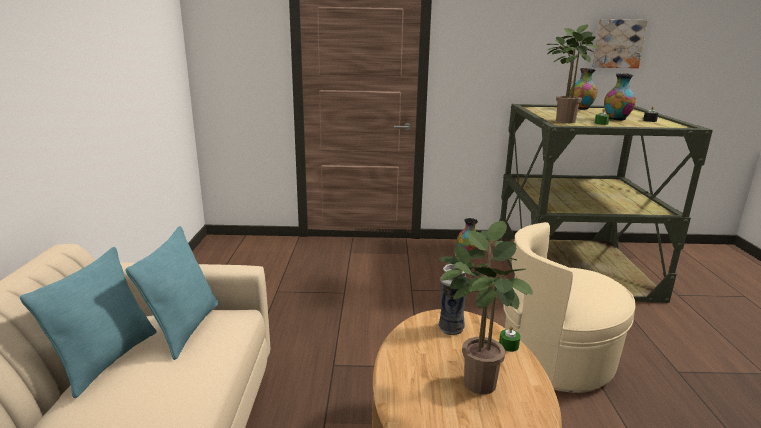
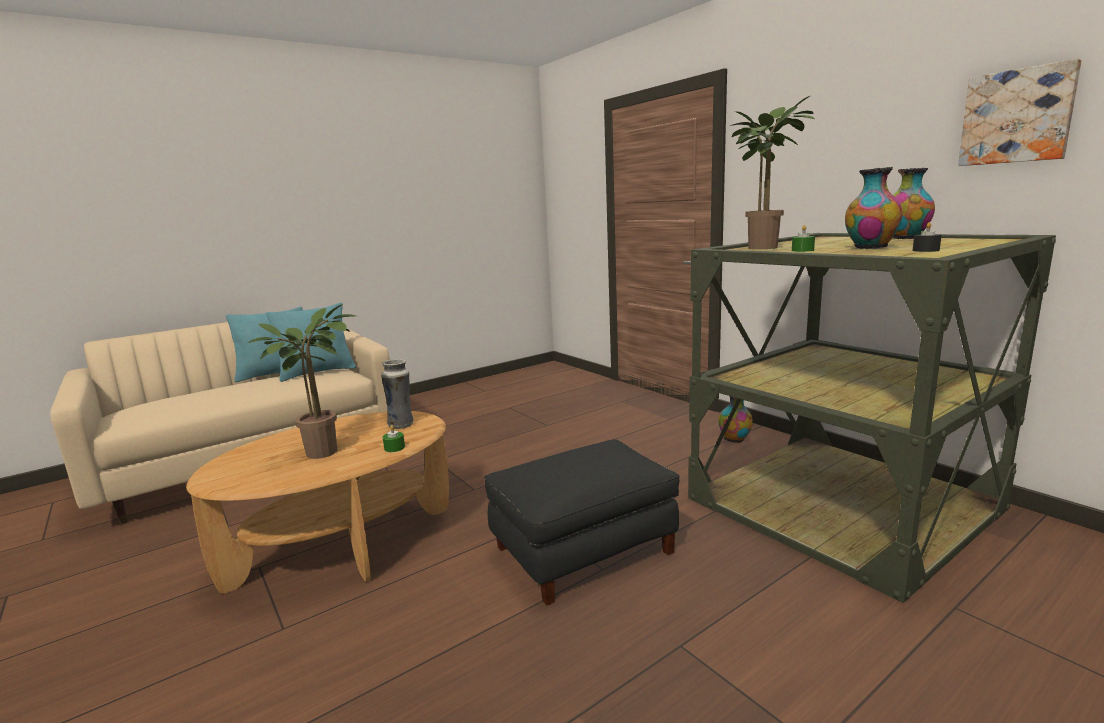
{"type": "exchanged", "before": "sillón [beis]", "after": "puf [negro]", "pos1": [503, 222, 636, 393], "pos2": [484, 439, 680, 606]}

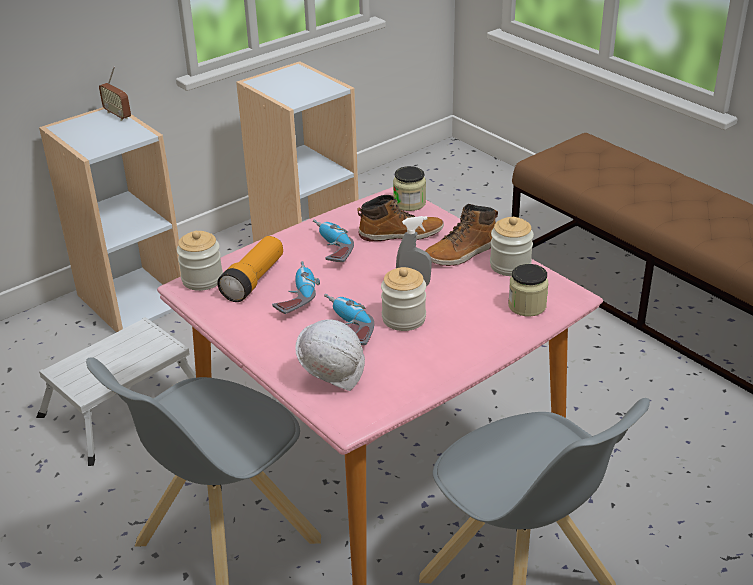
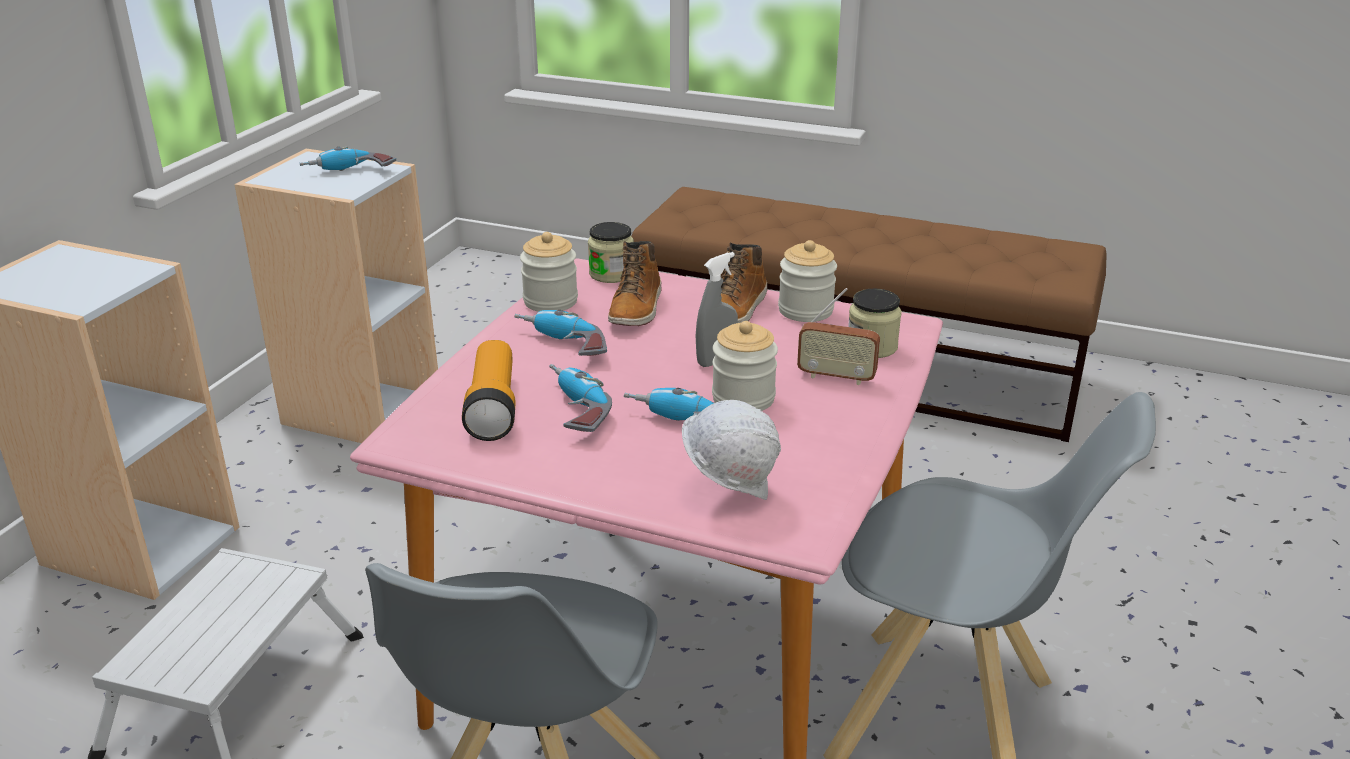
{"type": "appeared", "after": "taladro", "pos2": [300, 147, 396, 171]}
{"type": "relocated", "before": "radio", "pos1": [99, 67, 131, 121], "pos2": [797, 288, 880, 385]}
{"type": "relocated", "before": "tarro", "pos1": [177, 231, 223, 291], "pos2": [520, 232, 578, 312]}
{"type": "spun", "before": "bota", "pos1": [357, 195, 444, 242], "pos2": [608, 241, 662, 326], "turn": 135}

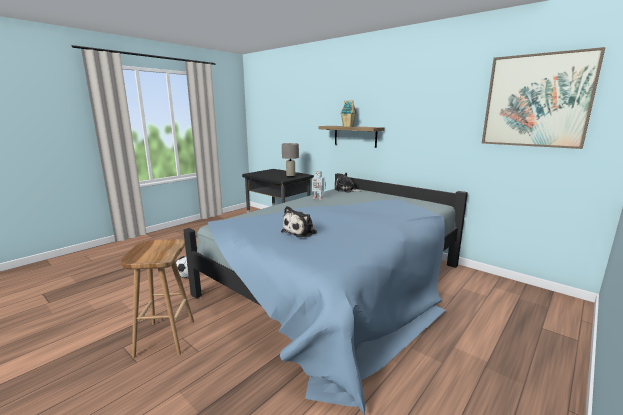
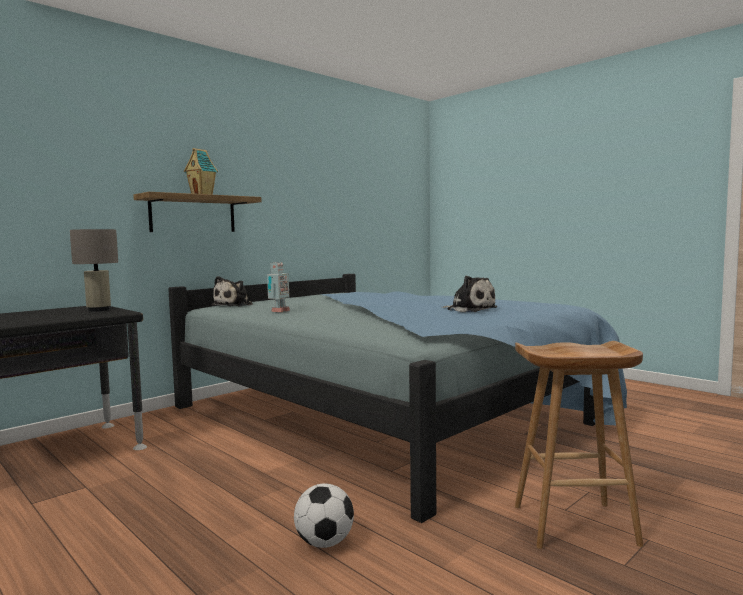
{"type": "missing", "before": "cuadro", "pos1": [482, 47, 605, 149]}

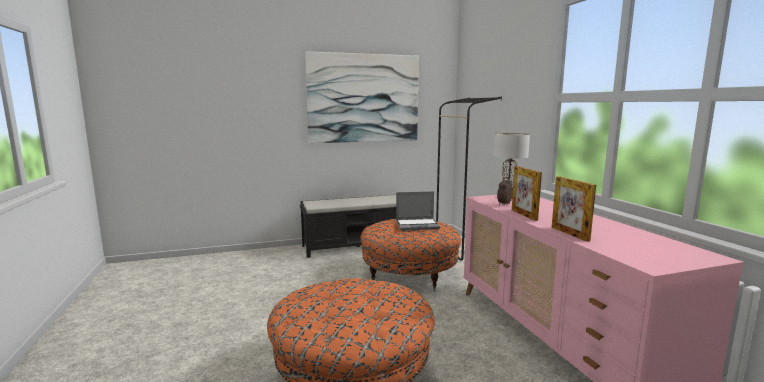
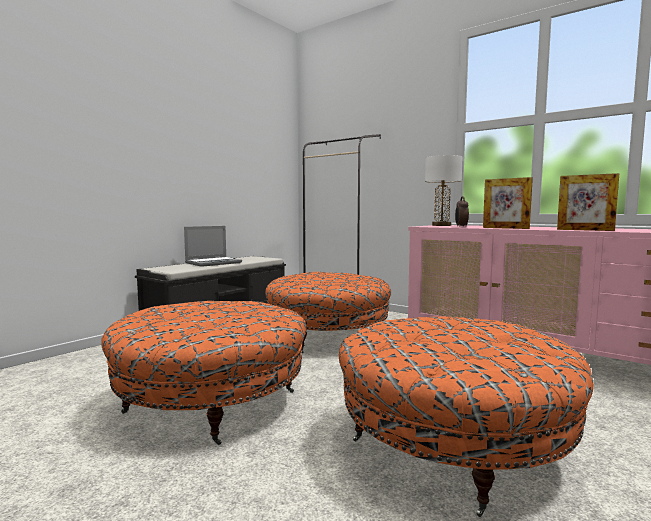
{"type": "missing", "before": "cuadro", "pos1": [305, 51, 419, 143]}
{"type": "appeared", "after": "puf [naranja]", "pos2": [101, 301, 306, 445]}
{"type": "relocated", "before": "portátil", "pos1": [396, 191, 440, 230], "pos2": [184, 226, 242, 267]}

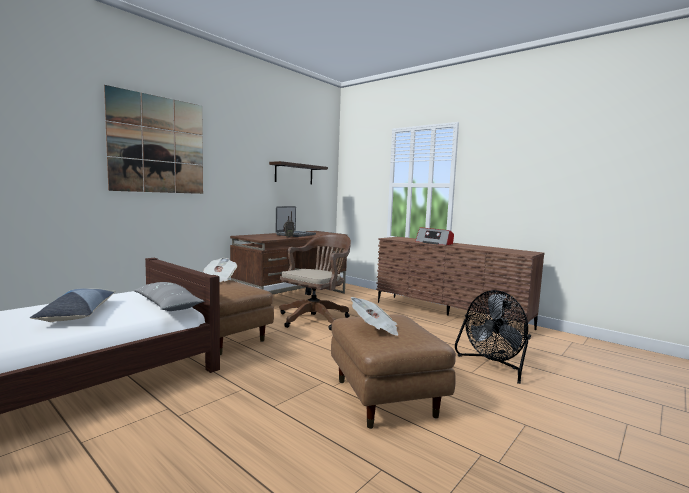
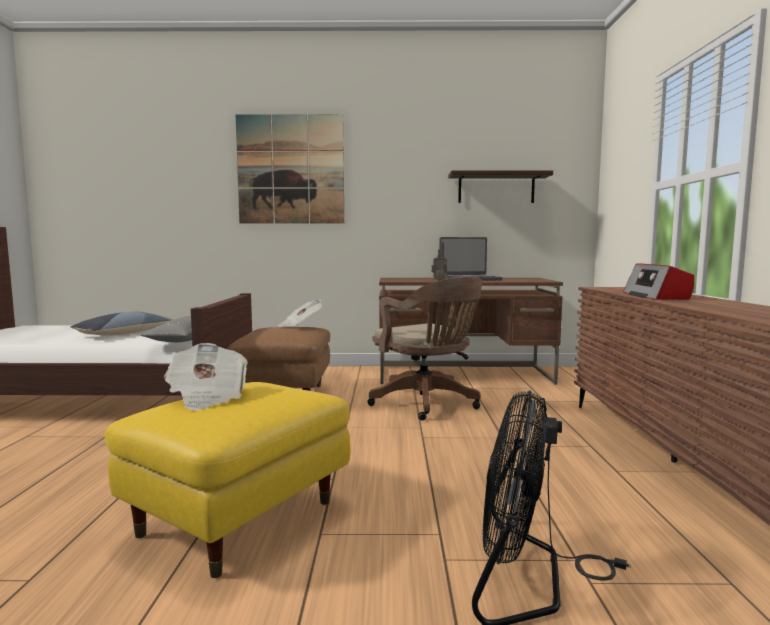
{"type": "colour", "before": "puf [marrón]", "after": "puf [amarillo]", "pos1": [331, 315, 456, 429], "pos2": [105, 382, 350, 578]}
{"type": "spun", "before": "silla de oficina [marrón]", "pos1": [279, 233, 351, 330], "pos2": [367, 276, 482, 420], "turn": 60}

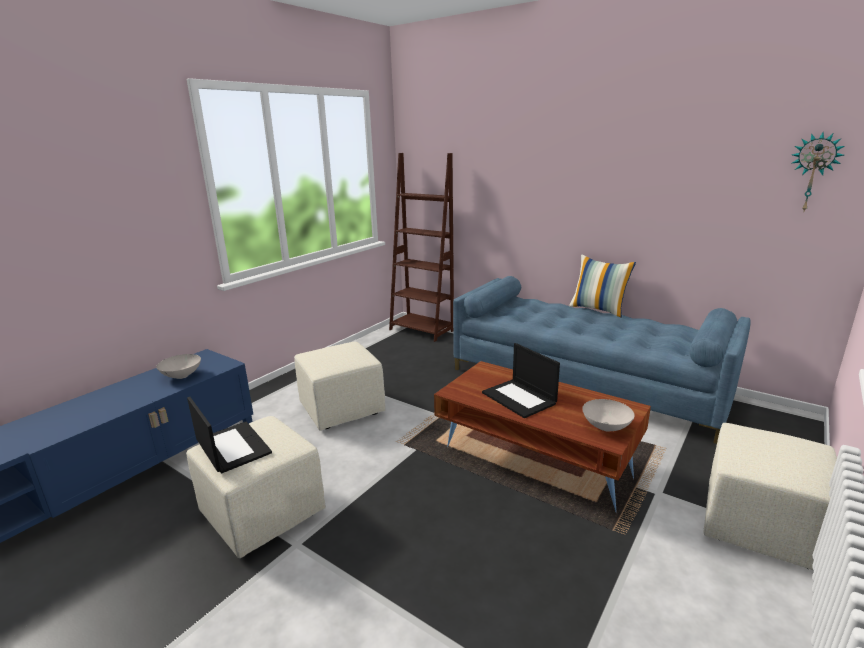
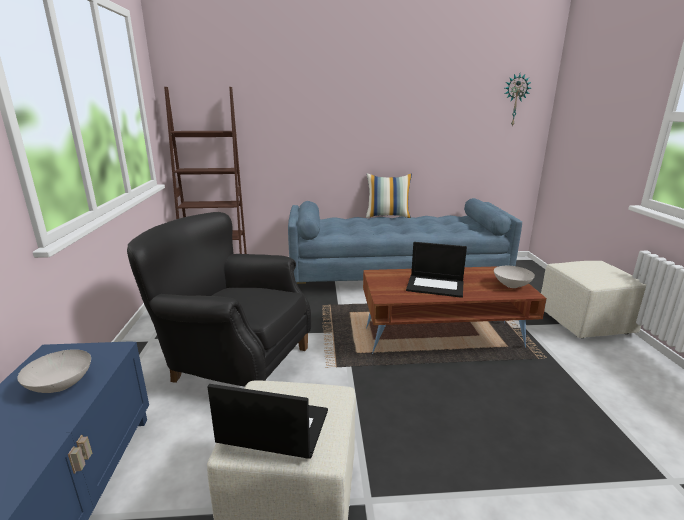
{"type": "exchanged", "before": "puf [beis]", "after": "sillón [negro]", "pos1": [294, 342, 386, 431], "pos2": [127, 212, 311, 387]}

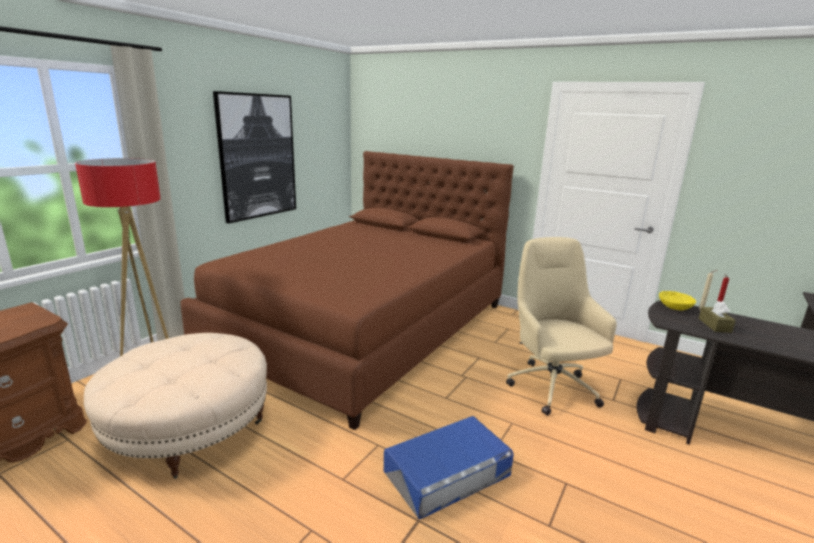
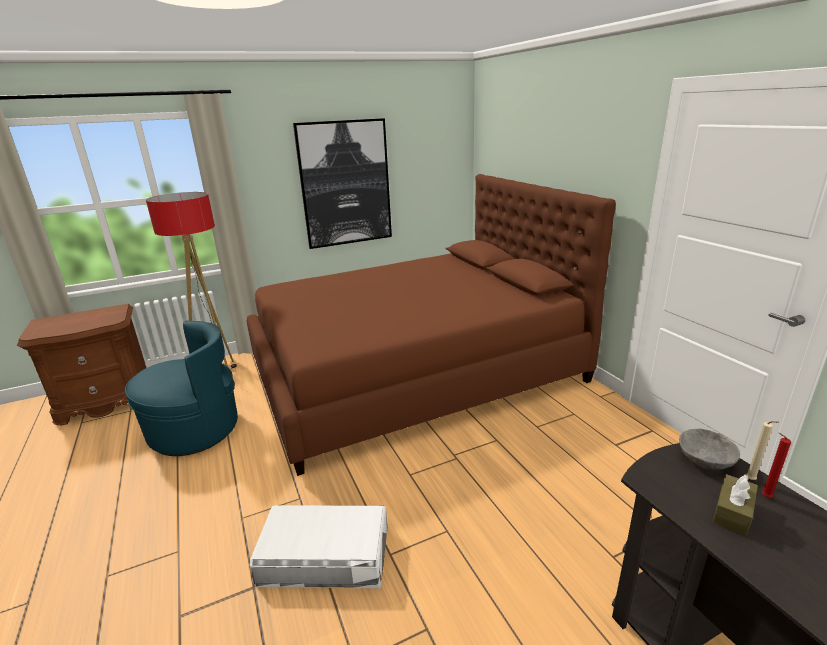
{"type": "missing", "before": "silla de oficina [beis]", "pos1": [506, 237, 617, 415]}
{"type": "exchanged", "before": "puf [beis]", "after": "sillón [turquesa]", "pos1": [84, 333, 267, 479], "pos2": [125, 321, 238, 456]}
{"type": "colour", "before": "caja de almacenaje [azul]", "after": "caja de almacenaje [blanco]", "pos1": [383, 416, 514, 519], "pos2": [250, 506, 388, 588]}
{"type": "colour", "before": "cuenco [amarillo]", "after": "cuenco [gris]", "pos1": [659, 291, 696, 311], "pos2": [679, 429, 740, 469]}

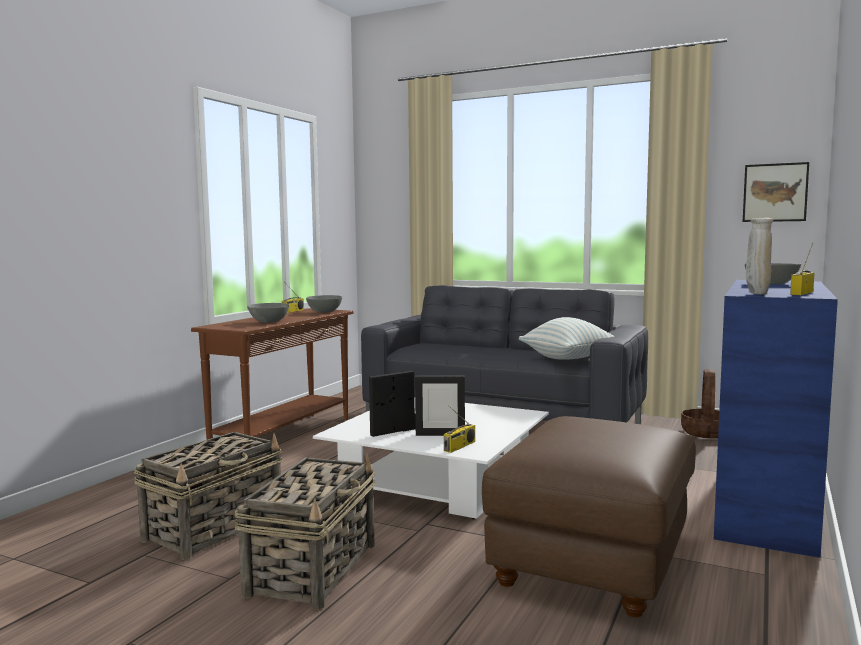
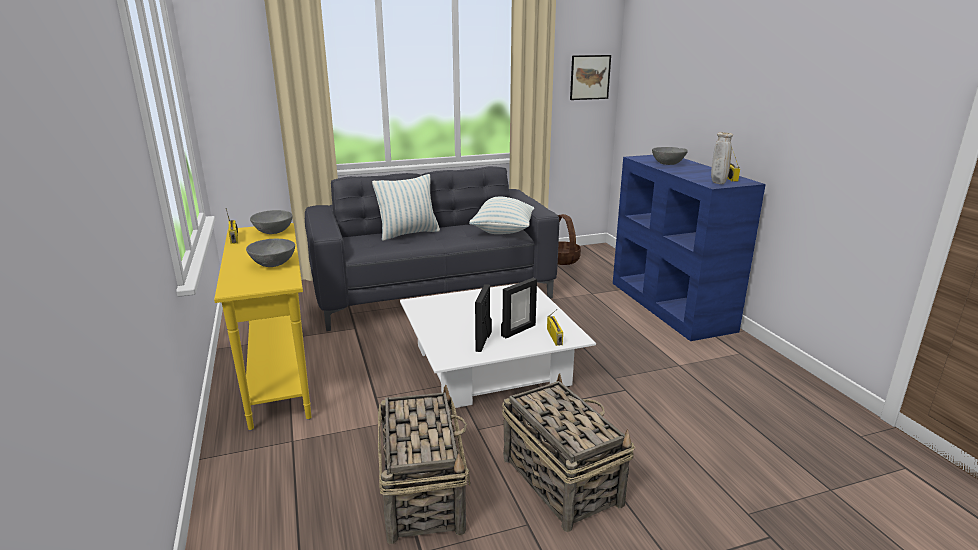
{"type": "missing", "before": "puf [marrón]", "pos1": [482, 416, 696, 617]}
{"type": "appeared", "after": "cojín", "pos2": [372, 174, 440, 241]}
{"type": "colour", "before": "mesa consola [marrón]", "after": "mesa consola [amarillo]", "pos1": [191, 308, 353, 440], "pos2": [214, 223, 311, 431]}

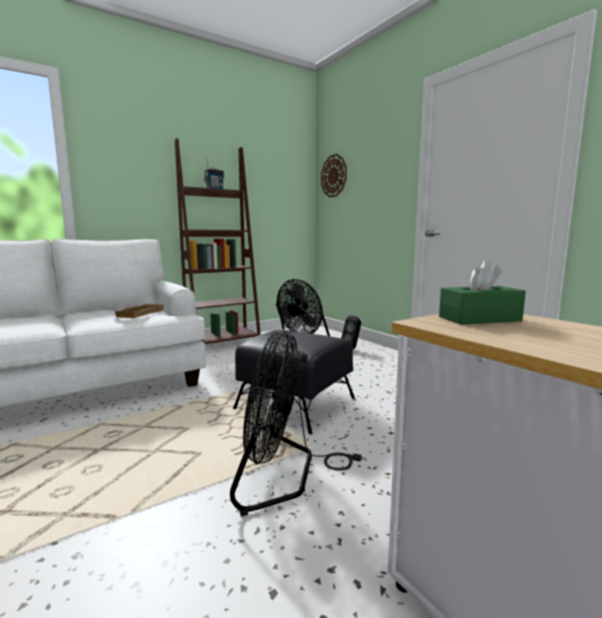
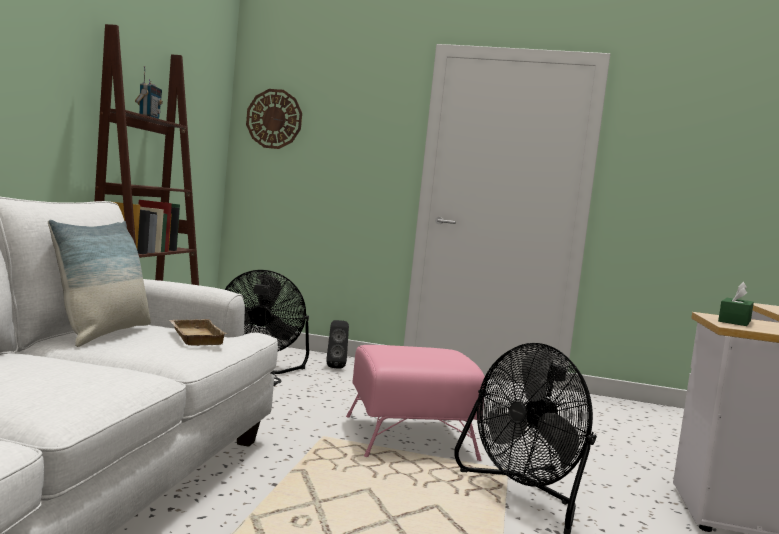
{"type": "appeared", "after": "cojín", "pos2": [48, 220, 151, 347]}
{"type": "colour", "before": "puf [negro]", "after": "puf [rosa]", "pos1": [233, 330, 355, 434], "pos2": [346, 345, 485, 461]}

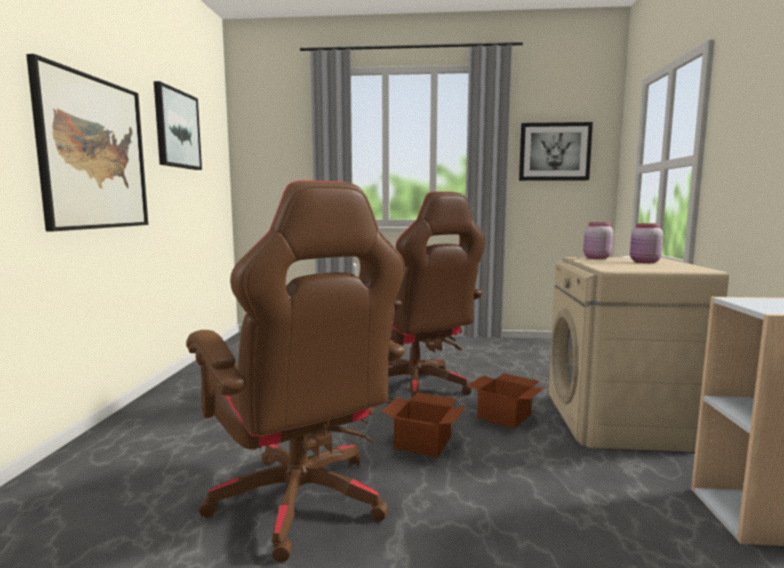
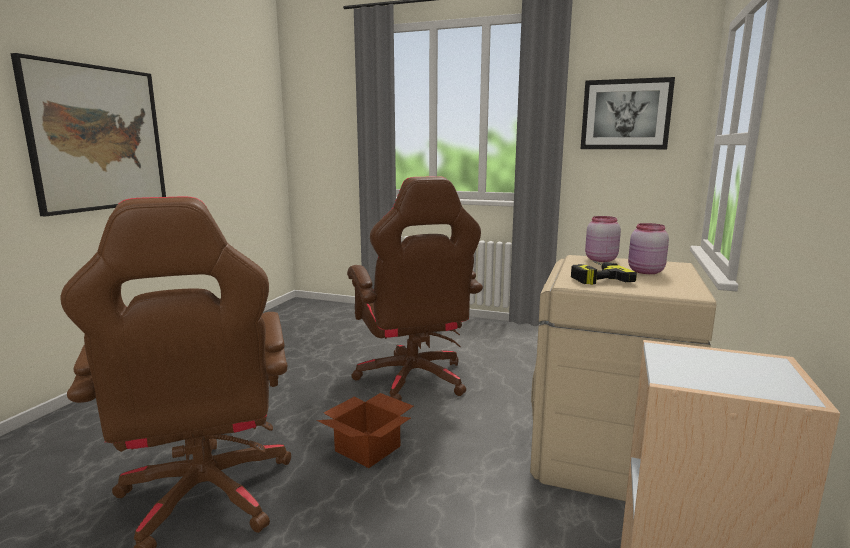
{"type": "missing", "before": "cuadro", "pos1": [154, 81, 202, 170]}
{"type": "missing", "before": "caja de cartón", "pos1": [467, 373, 544, 429]}
{"type": "appeared", "after": "taladro", "pos2": [571, 260, 637, 285]}

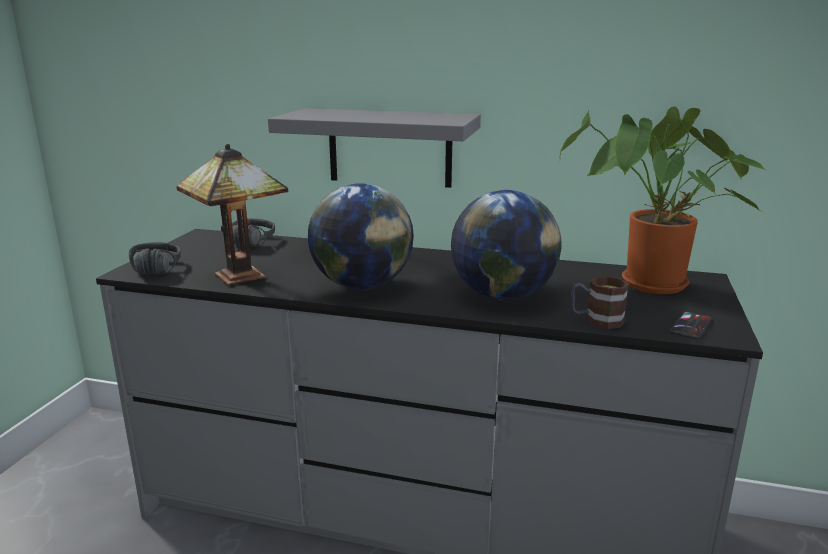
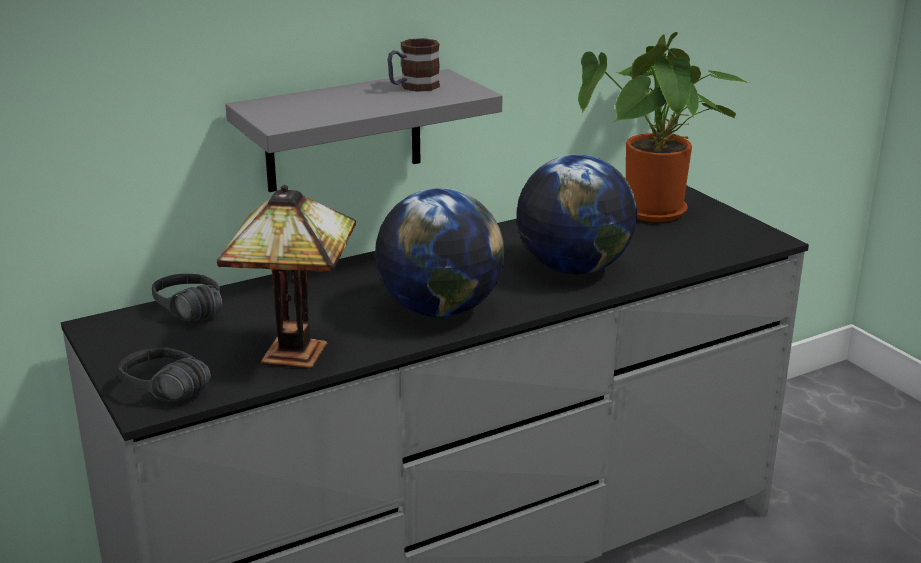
{"type": "missing", "before": "móvil", "pos1": [670, 312, 712, 339]}
{"type": "relocated", "before": "taza grande", "pos1": [571, 276, 629, 329], "pos2": [388, 38, 440, 92]}

